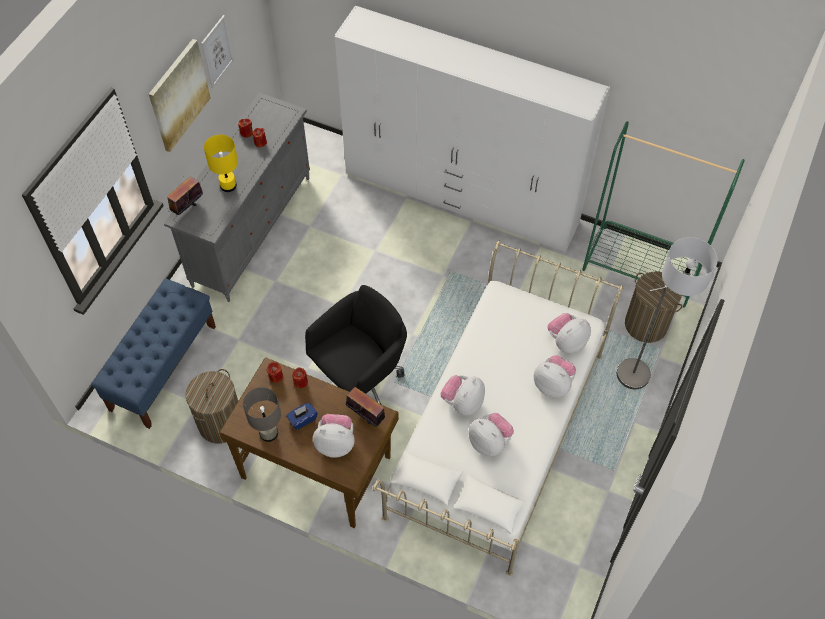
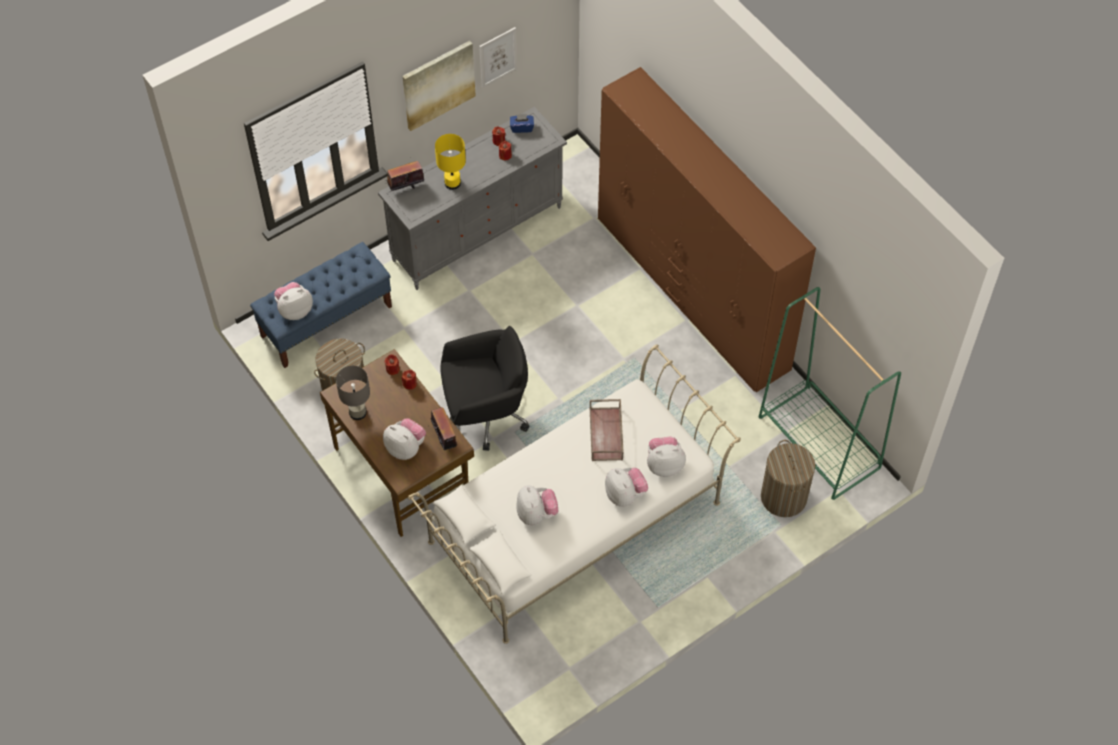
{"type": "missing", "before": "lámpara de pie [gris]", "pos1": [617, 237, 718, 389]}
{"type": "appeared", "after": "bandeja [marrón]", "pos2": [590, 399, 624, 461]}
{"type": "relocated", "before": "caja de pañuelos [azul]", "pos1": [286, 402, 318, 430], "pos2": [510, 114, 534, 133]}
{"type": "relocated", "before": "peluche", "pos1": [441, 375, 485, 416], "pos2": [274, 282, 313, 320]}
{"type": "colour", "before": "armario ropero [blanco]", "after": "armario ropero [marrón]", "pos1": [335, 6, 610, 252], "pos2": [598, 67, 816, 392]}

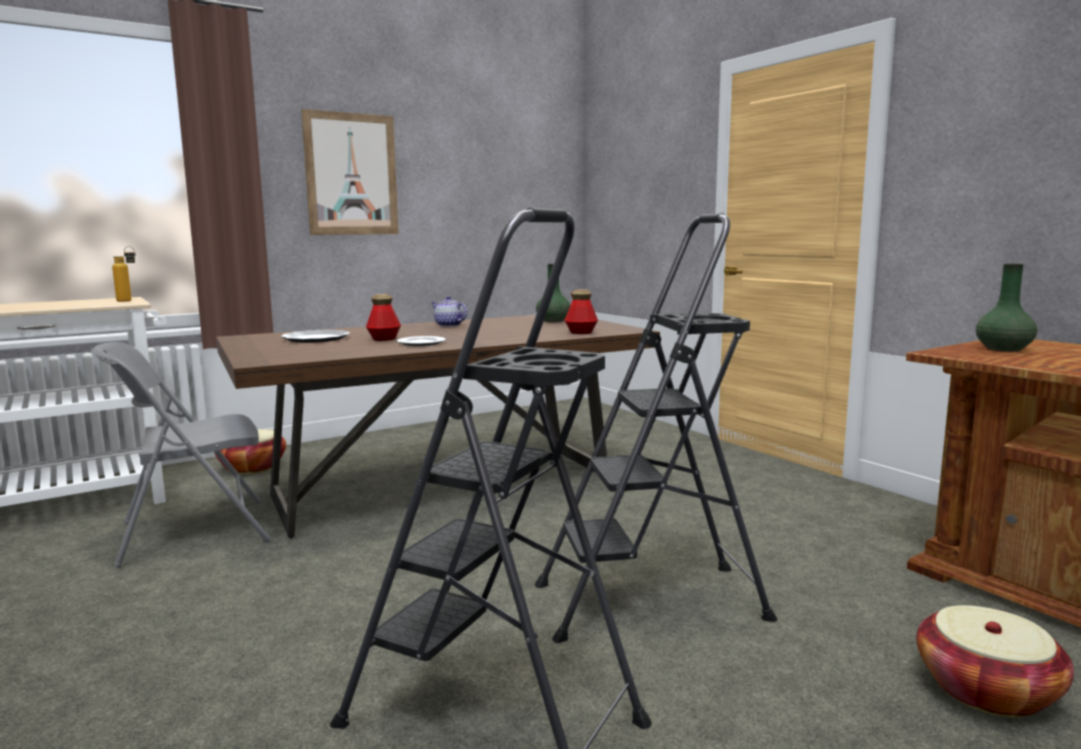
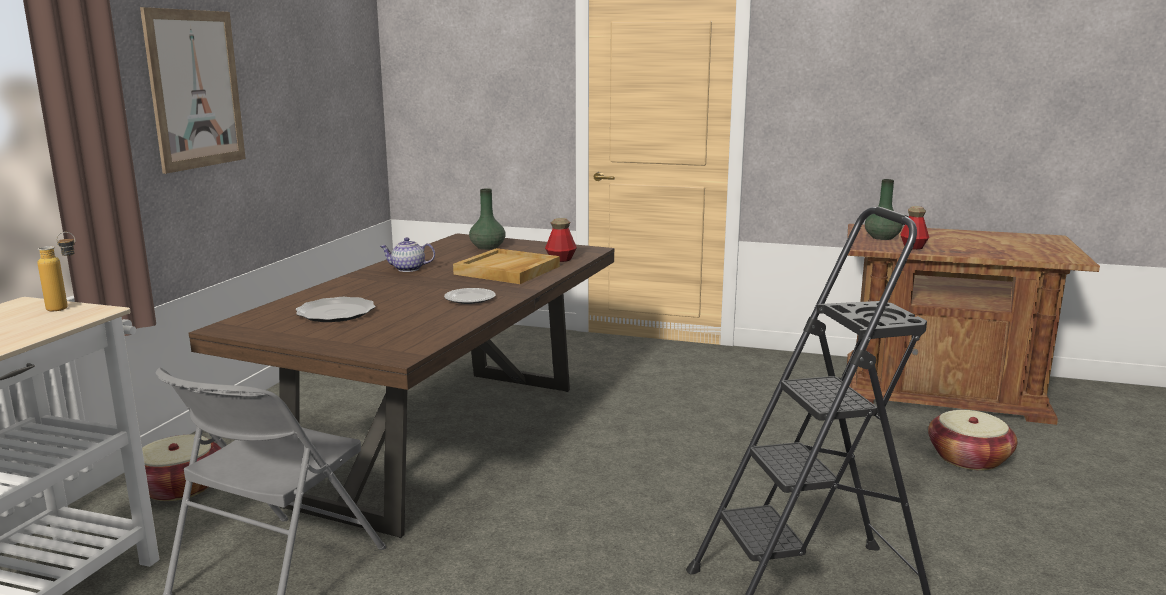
{"type": "missing", "before": "escalera de tijera", "pos1": [535, 213, 777, 643]}
{"type": "appeared", "after": "bandeja [beis]", "pos2": [453, 248, 560, 284]}
{"type": "relocated", "before": "botella", "pos1": [366, 294, 401, 341], "pos2": [900, 206, 929, 250]}

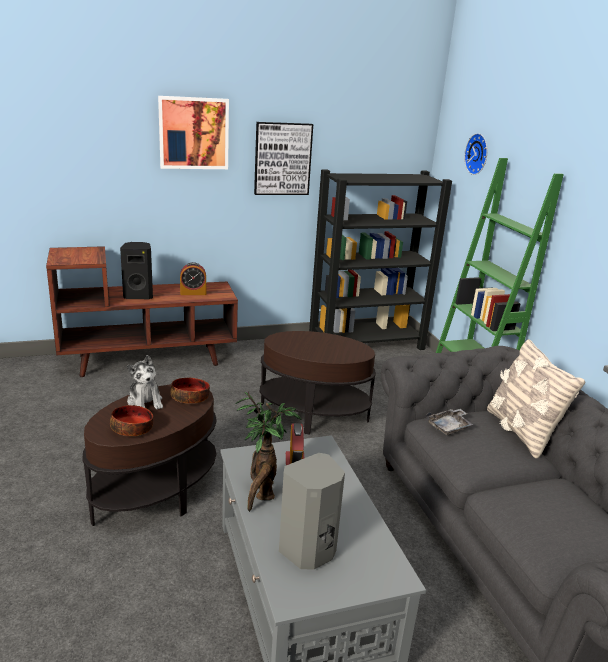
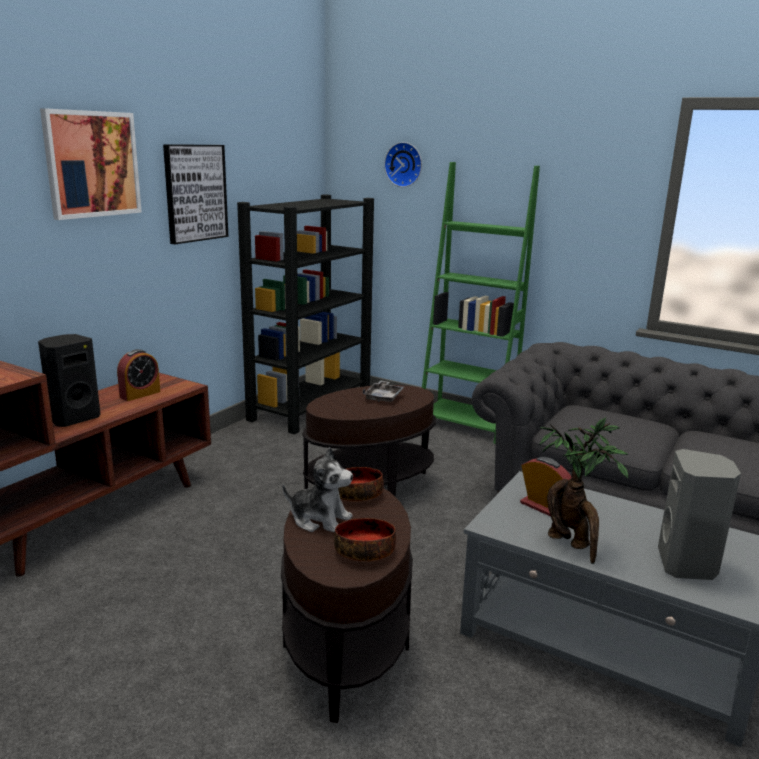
{"type": "missing", "before": "cojín [beis]", "pos1": [487, 339, 585, 459]}
{"type": "relocated", "before": "bandeja [gris]", "pos1": [426, 409, 473, 435], "pos2": [363, 381, 404, 402]}

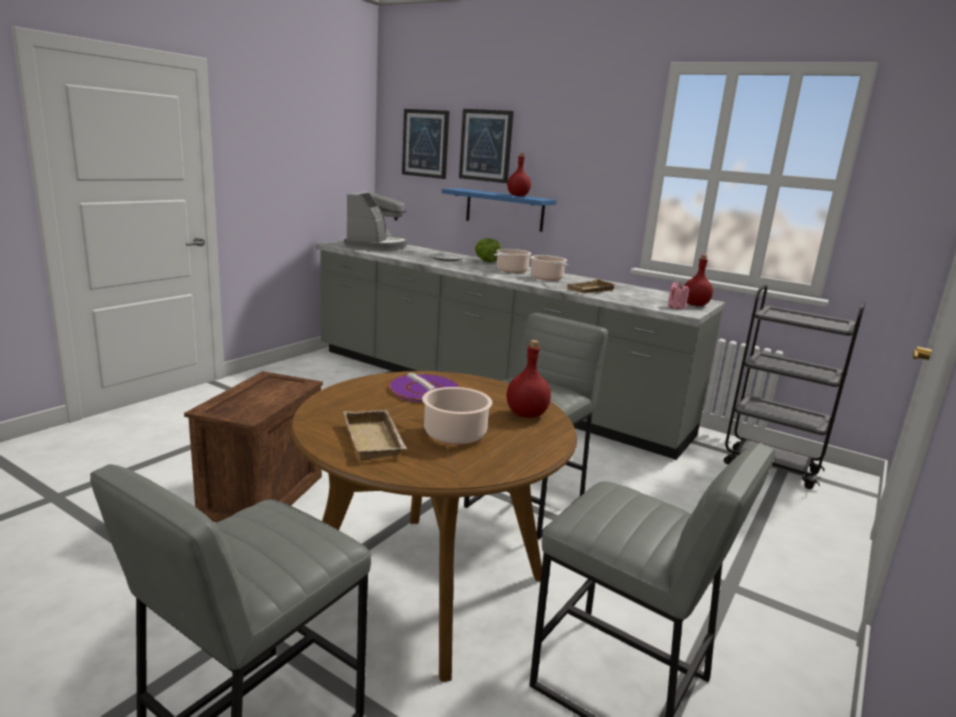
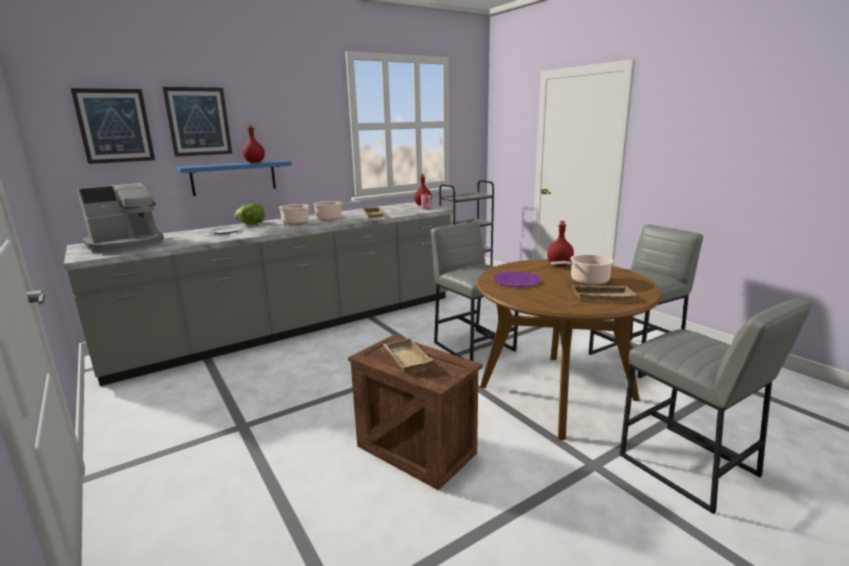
{"type": "appeared", "after": "bandeja [beis]", "pos2": [383, 338, 433, 373]}
{"type": "spun", "before": "cafetera", "pos1": [344, 191, 408, 251], "pos2": [77, 183, 164, 253], "turn": 105}

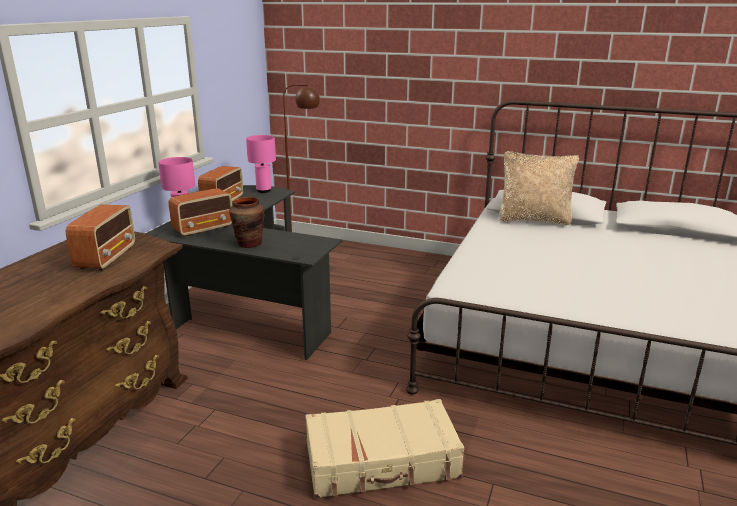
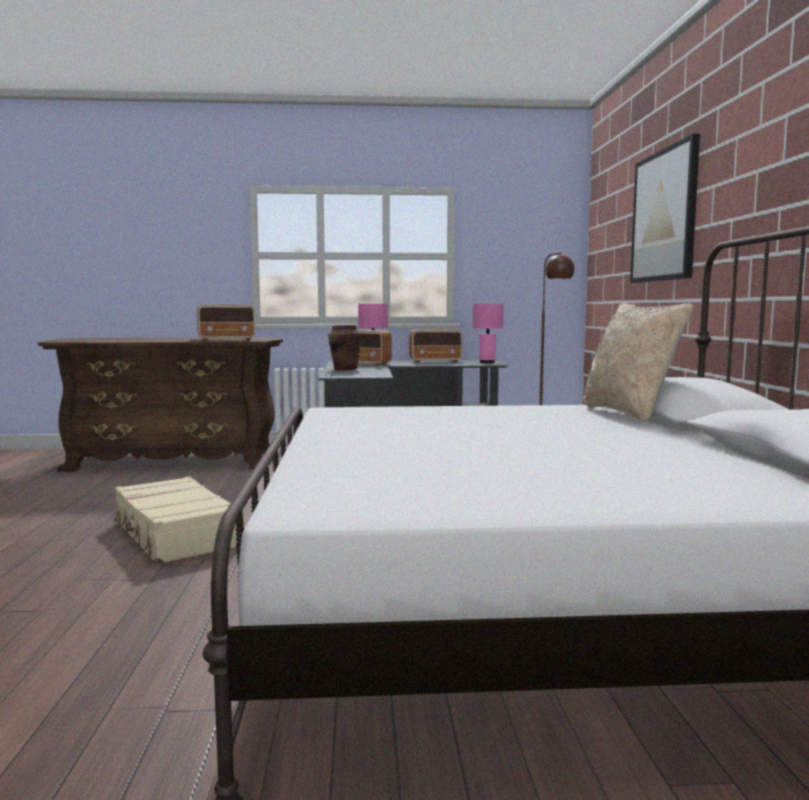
{"type": "appeared", "after": "cuadro", "pos2": [630, 134, 700, 283]}

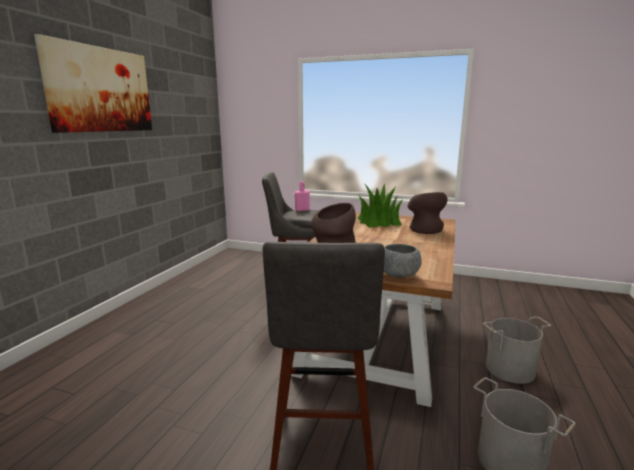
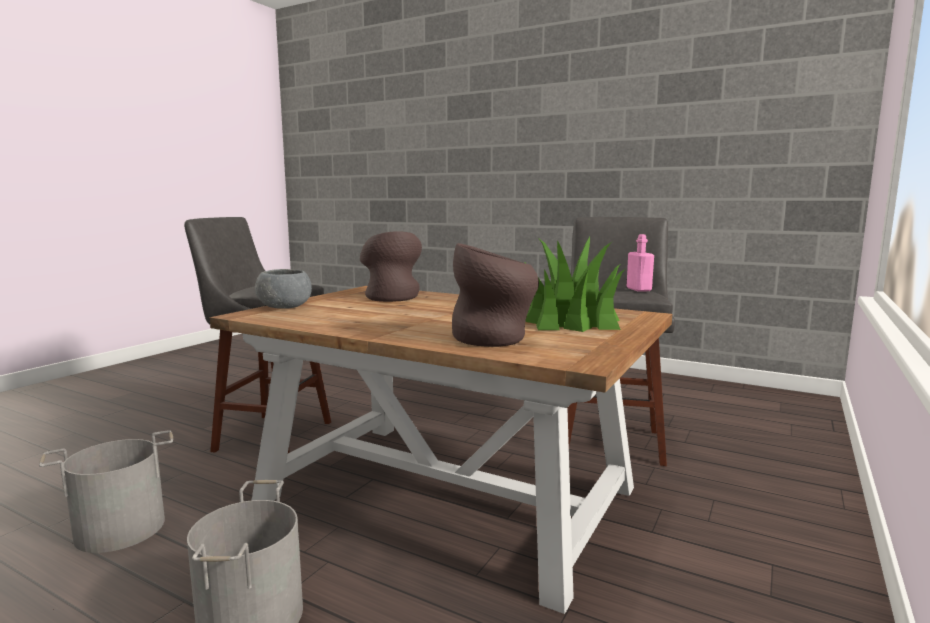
{"type": "missing", "before": "cuadro", "pos1": [34, 34, 152, 133]}

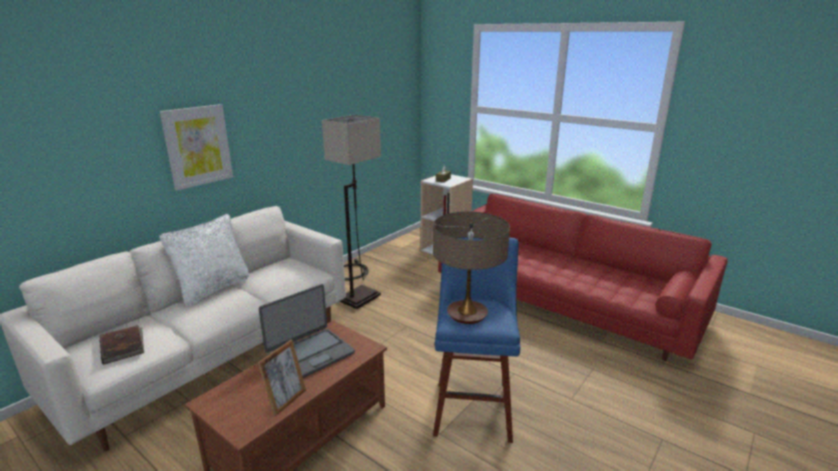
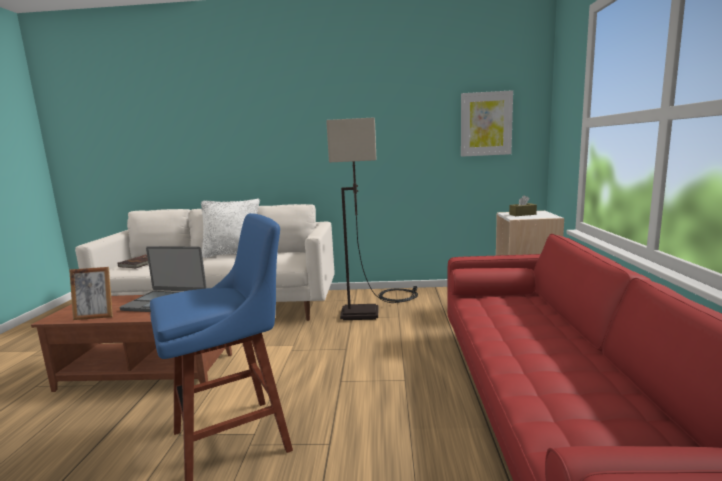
{"type": "missing", "before": "lámpara de mesa", "pos1": [433, 211, 510, 324]}
{"type": "relocated", "before": "cuadro", "pos1": [160, 104, 233, 190], "pos2": [461, 90, 513, 157]}

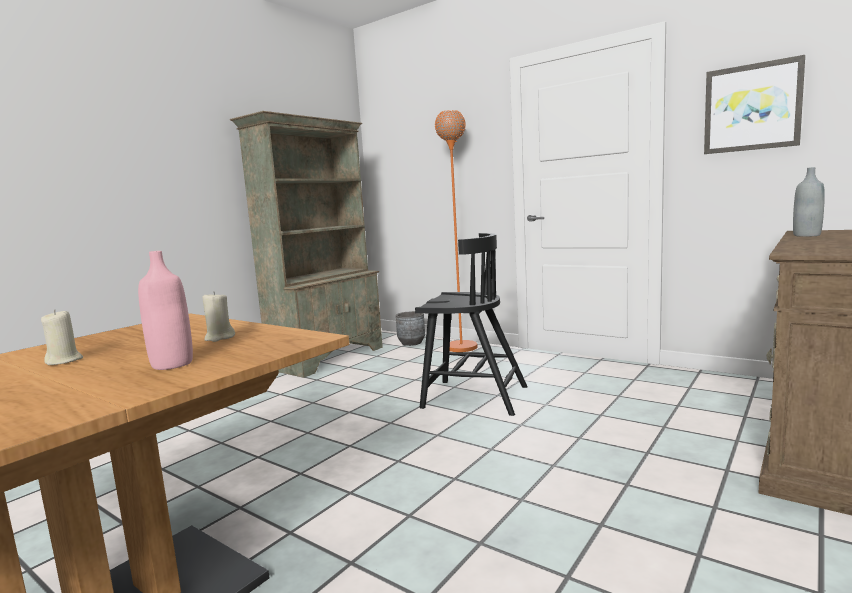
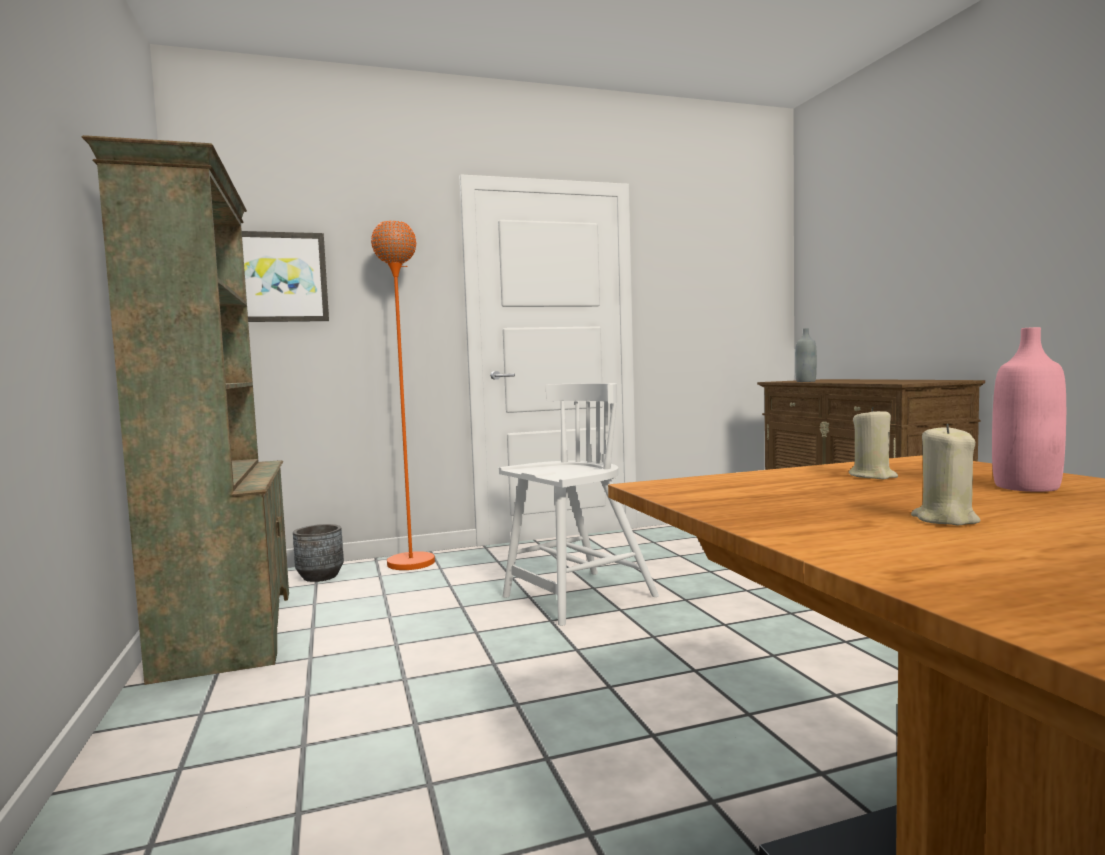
{"type": "relocated", "before": "cuadro", "pos1": [704, 55, 805, 154], "pos2": [242, 231, 329, 322]}
{"type": "colour", "before": "silla [negro]", "after": "silla [blanco]", "pos1": [415, 233, 528, 416], "pos2": [499, 383, 659, 626]}

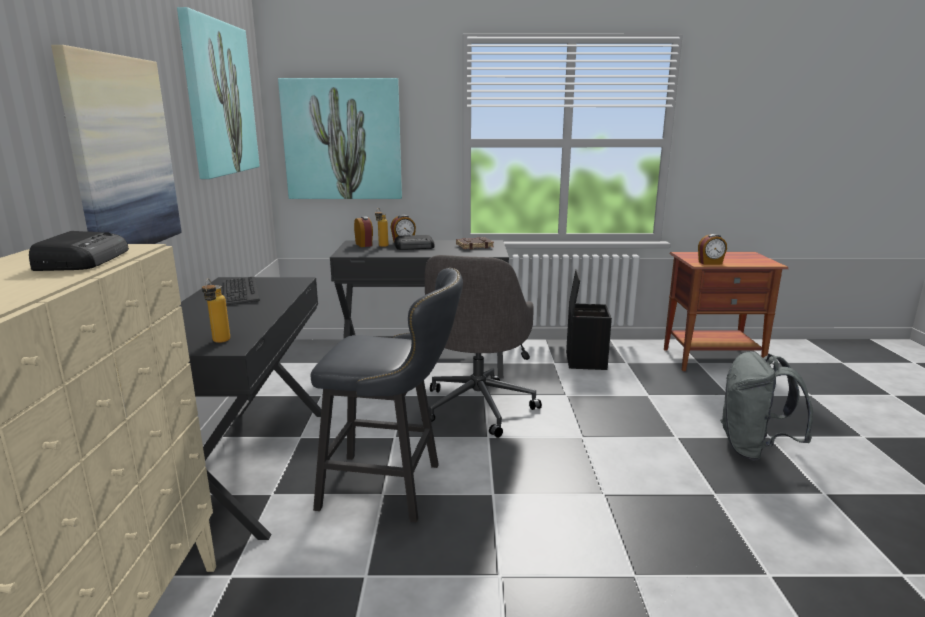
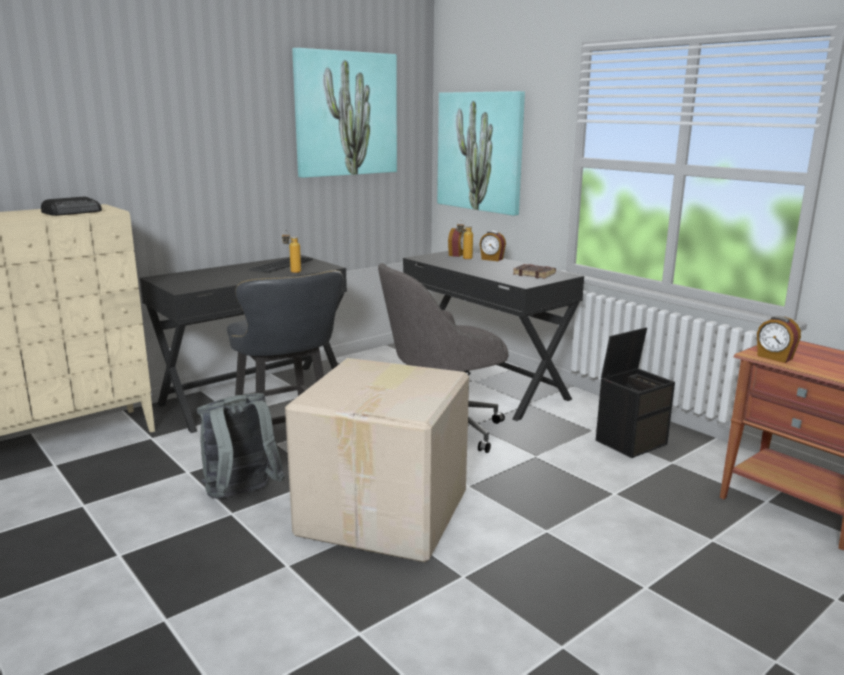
{"type": "missing", "before": "cuadro", "pos1": [51, 45, 182, 244]}
{"type": "missing", "before": "radio", "pos1": [394, 235, 435, 250]}
{"type": "appeared", "after": "caja de cartón", "pos2": [285, 358, 469, 563]}
{"type": "relocated", "before": "botella", "pos1": [202, 279, 230, 343], "pos2": [282, 230, 301, 273]}
{"type": "relocated", "before": "mochila [gris]", "pos1": [720, 352, 813, 461], "pos2": [197, 393, 285, 499]}

